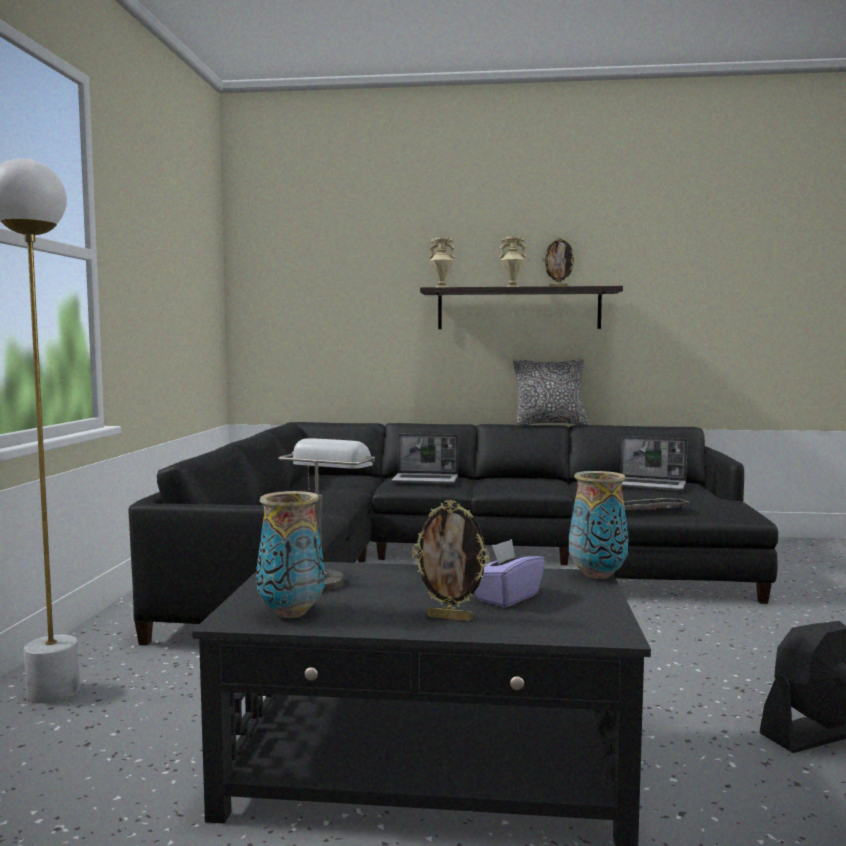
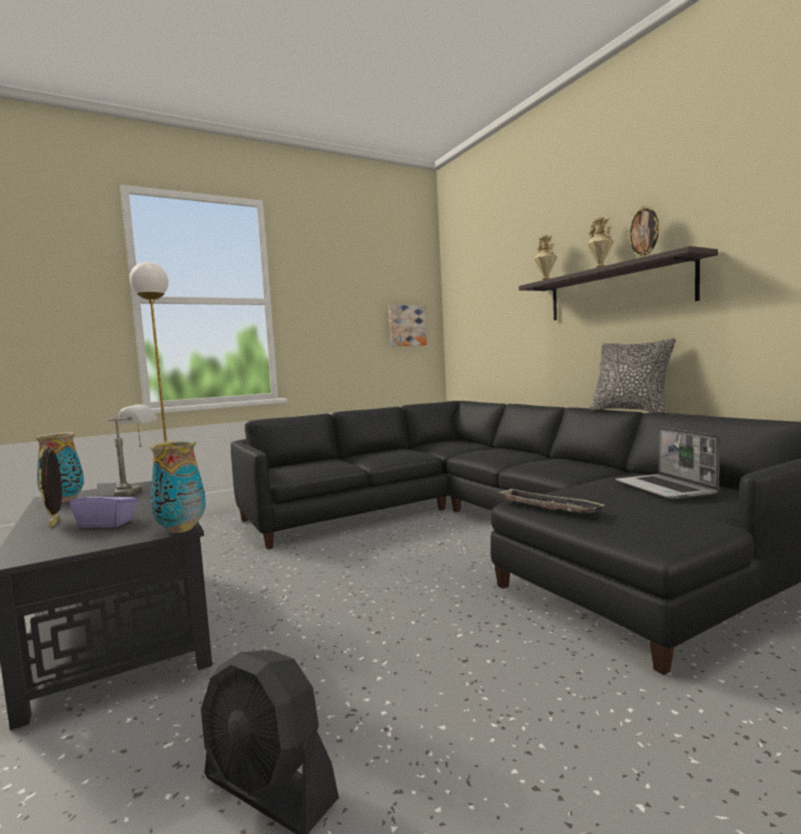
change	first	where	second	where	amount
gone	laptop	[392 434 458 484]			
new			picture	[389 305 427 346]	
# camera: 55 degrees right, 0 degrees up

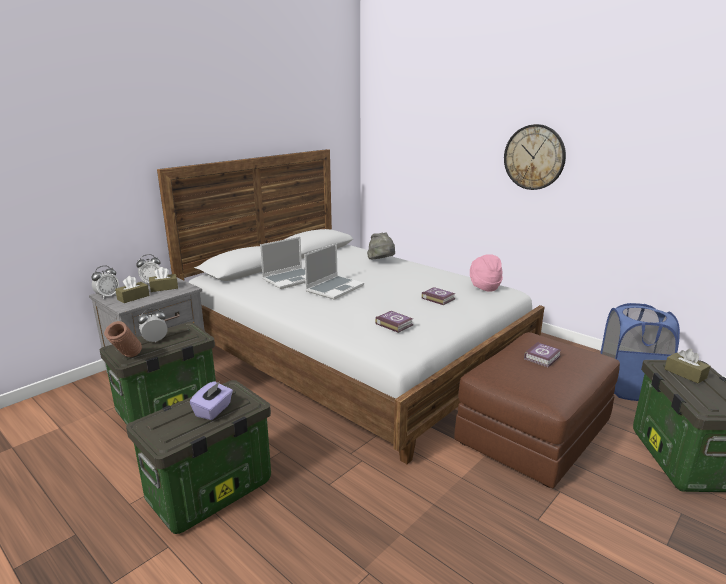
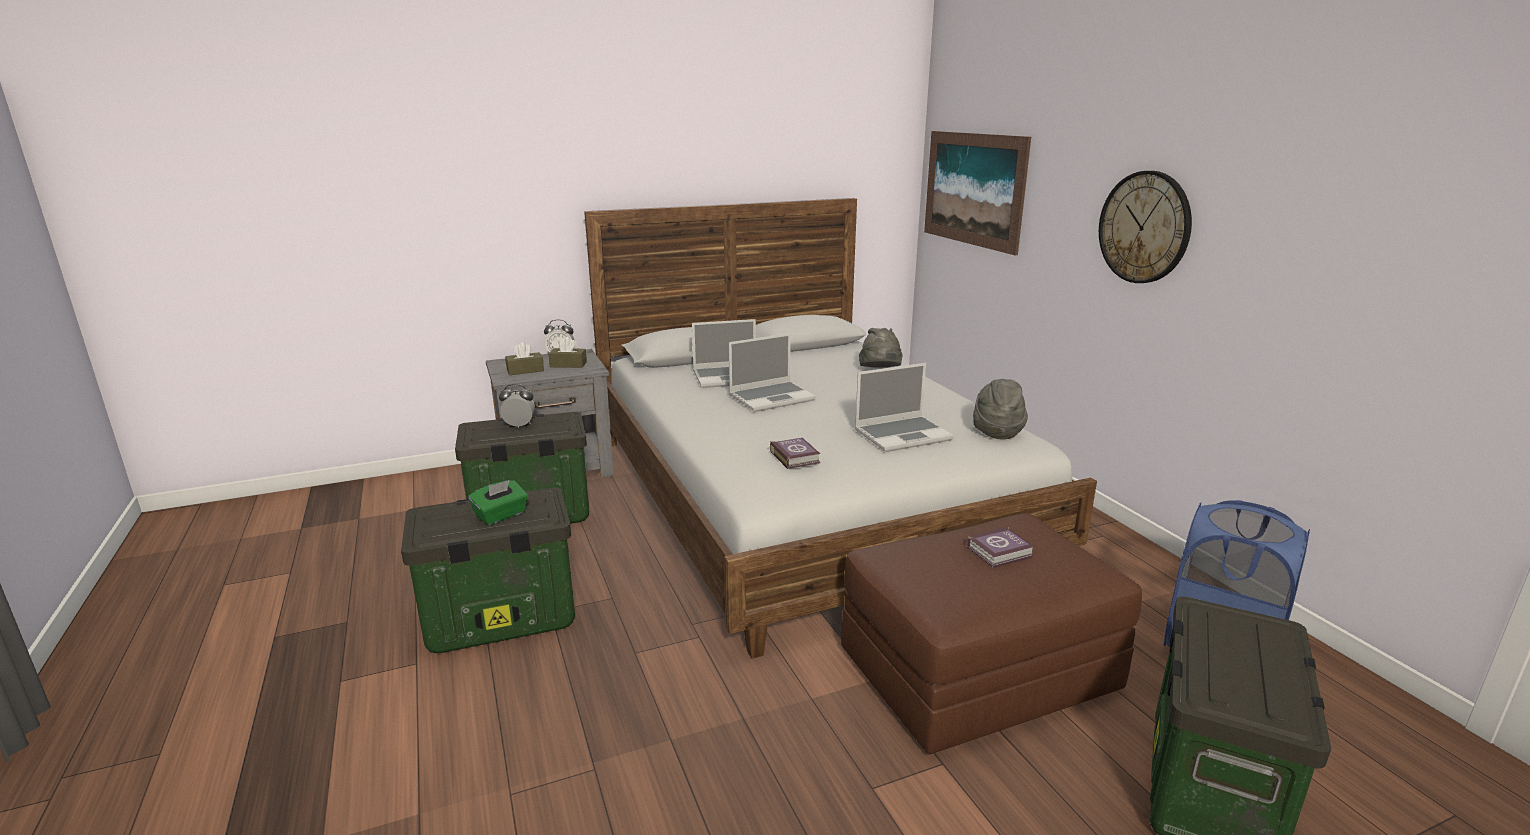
change	first	where	second	where	amount
repainted	pink hat	[470 254 503 292]	grey hat	[973 379 1028 439]	
gone	alarm clock	[92 266 119 299]			
swapped	book	[421 287 456 305]	laptop	[855 363 954 452]	
gone	brown vase	[104 321 142 357]			
gone	brown tissue box	[665 349 710 383]			
repainted	purple tissue box	[190 381 233 420]	green tissue box	[468 480 528 525]	
new			picture	[924 131 1031 255]	
# camera: 25 degrees right, 0 degrees up

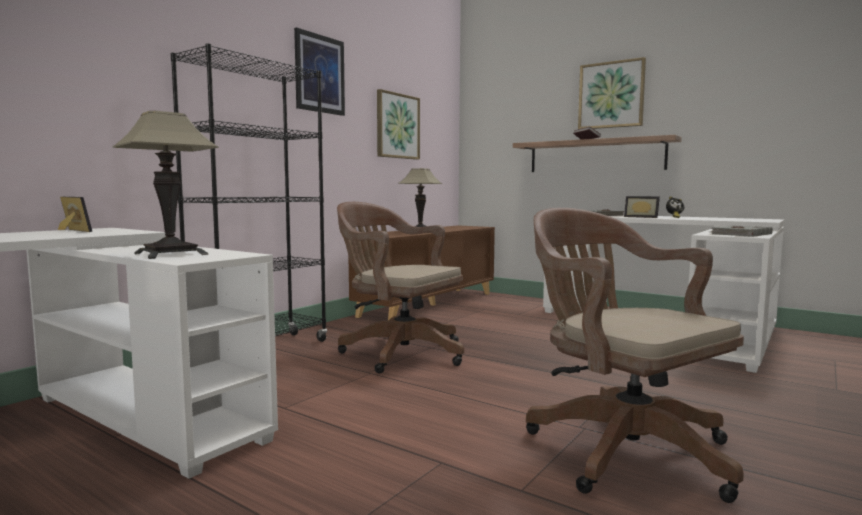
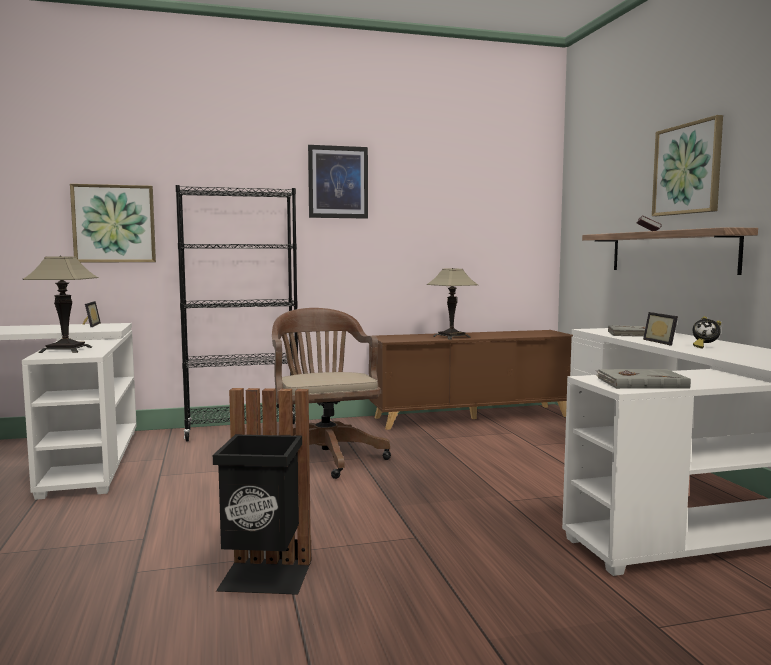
change	first	where	second	where	amount
shifted	picture	[377 89 420 160]		[70 184 156 262]	
swapped	brown office chair	[526 208 744 503]	black trash can	[213 388 311 595]	
# camera: 40 degrees right, 0 degrees up

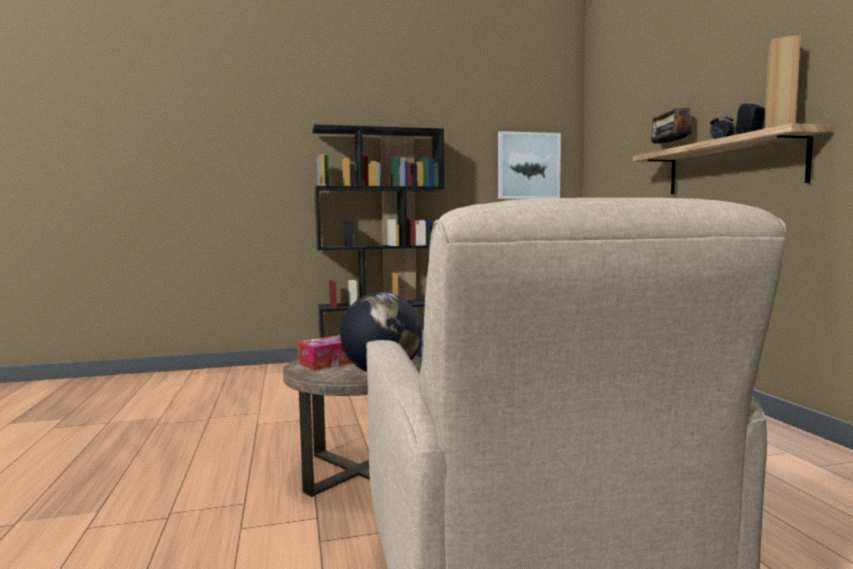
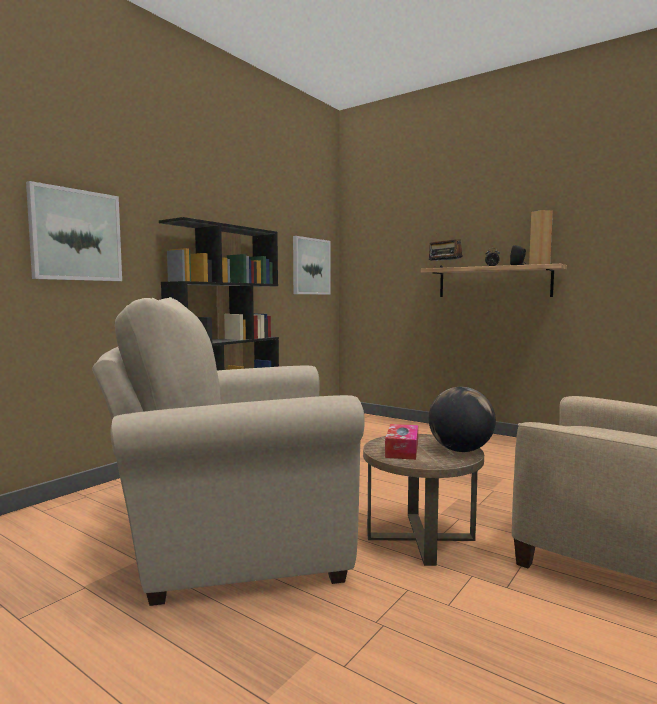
change	first	where	second	where	amount
new			picture	[26 181 122 281]	
new			beige armchair	[92 297 365 606]	
# camera: 40 degrees left, 0 degrees up

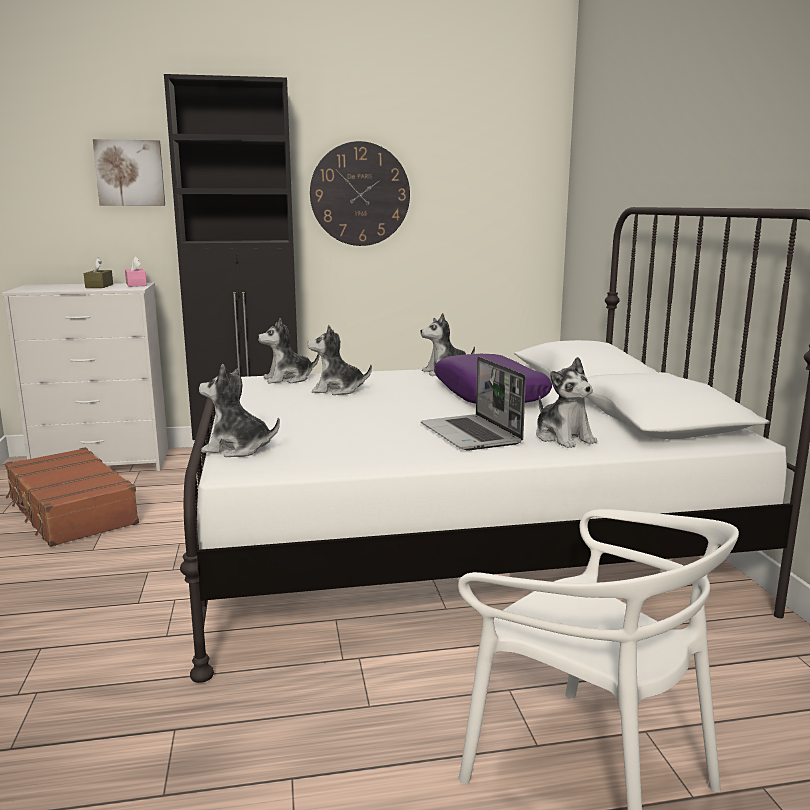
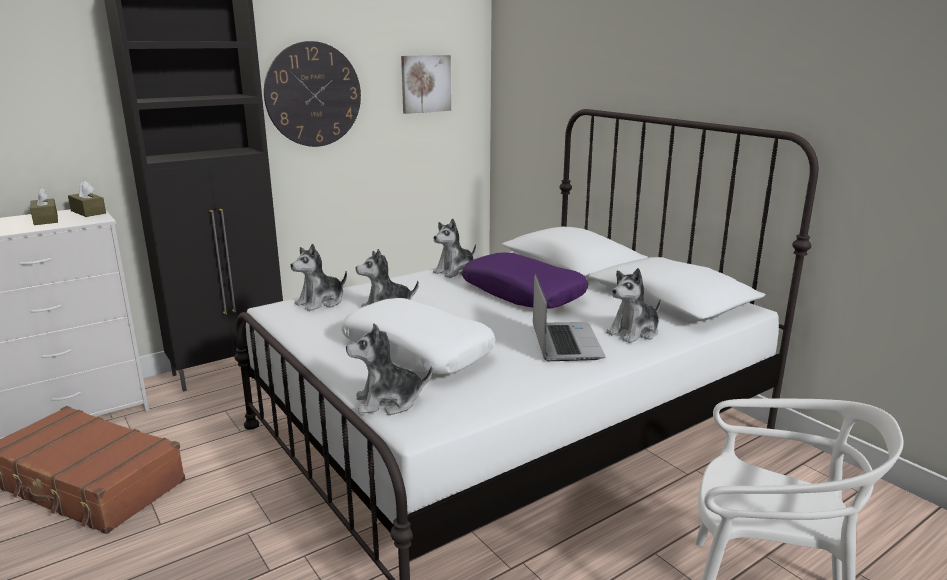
change	first	where	second	where	amount
shifted	picture	[93 139 165 206]		[401 55 451 114]	
repainted	pink tissue box	[125 256 147 287]	brown tissue box	[68 181 106 217]	
rotated	laptop	[421 357 526 450]		[533 273 606 361]	135 degrees counterclockwise
rotated	plush toy	[536 357 597 448]		[606 268 661 343]	105 degrees clockwise
new			white pillow	[341 298 496 375]	
# camera: 25 degrees left, 5 degrees up

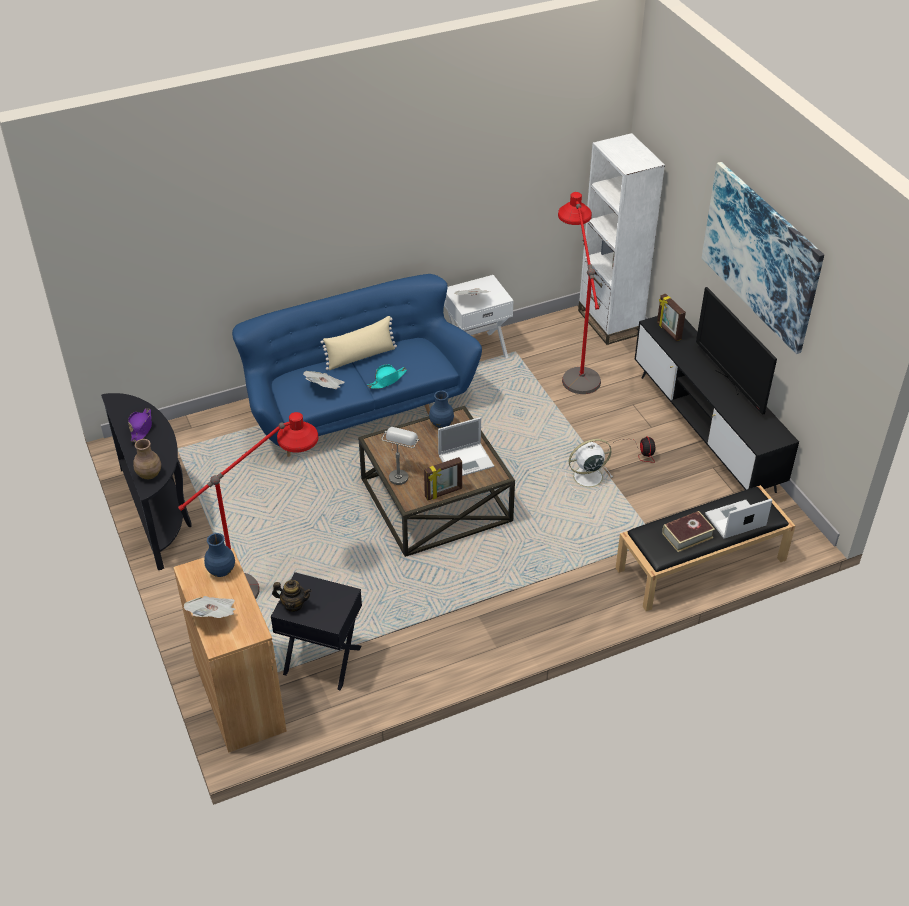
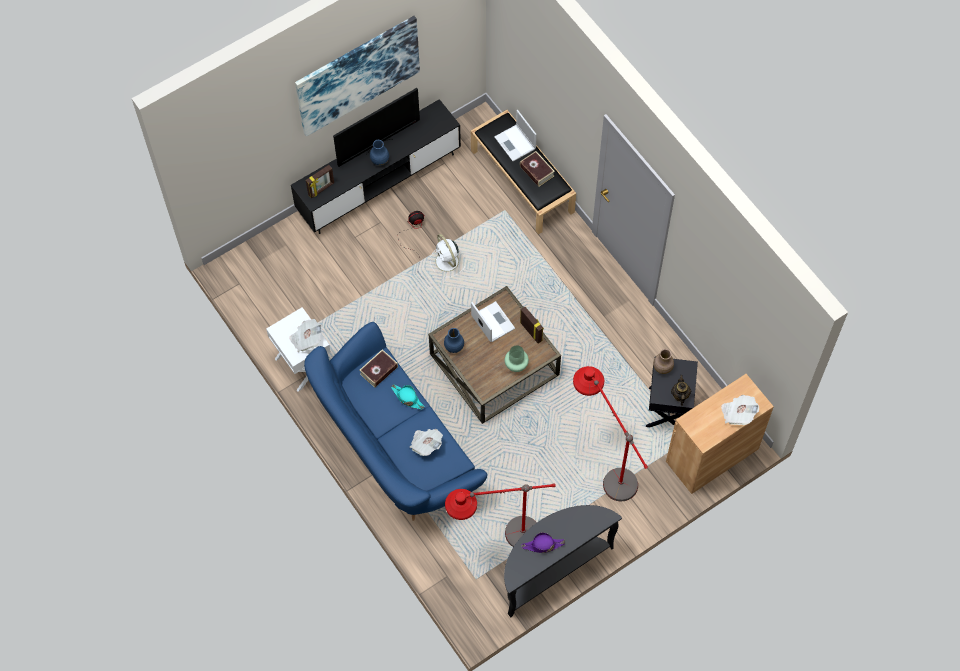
change	first	where	second	where	amount
gone	white bookcase	[578 133 665 345]			
shifted	red floor lamp	[558 192 601 394]		[445 483 556 547]	
gone	beige pillow	[320 316 397 370]			
swapped	grey table lamp	[381 427 419 485]	green vase	[505 345 529 372]	
shifted	brown vase	[133 439 161 479]		[653 349 674 374]	
shifted	blue vase	[204 533 235 577]		[370 140 389 165]	
new			book	[360 349 398 388]	
# camera: 100 degrees left, 20 degrees up

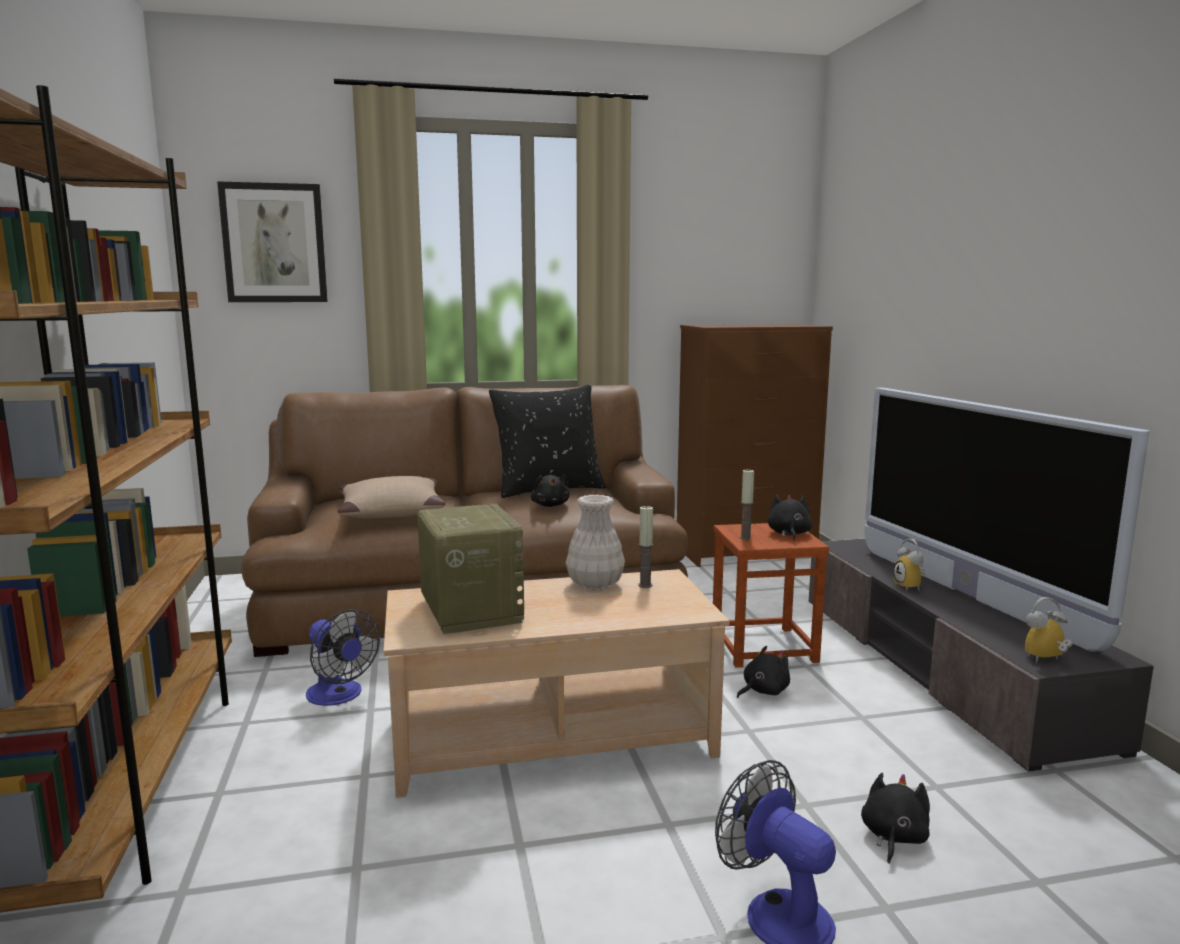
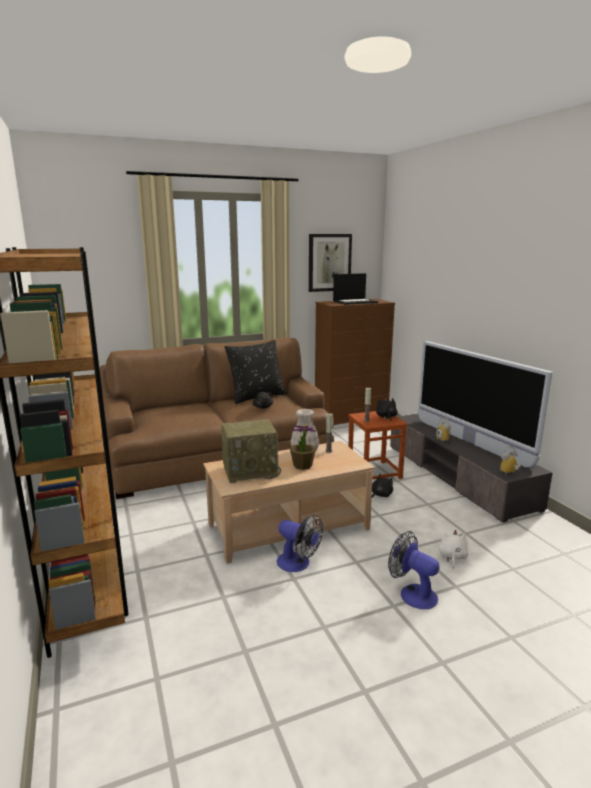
change	first	where	second	where	amount
shifted	picture	[217 181 328 302]		[309 234 352 292]	
gone	beige pillow	[338 476 446 518]			
rotated	radio	[417 504 524 634]		[221 419 281 483]	105 degrees clockwise
shifted	fan	[306 609 380 706]		[277 515 323 572]	
repainted	black plush toy	[861 773 930 864]	white plush toy	[439 530 468 569]	
new			laptop	[333 273 378 305]	
new			potted plant	[290 425 316 470]	
# camera: 10 degrees left, 5 degrees up

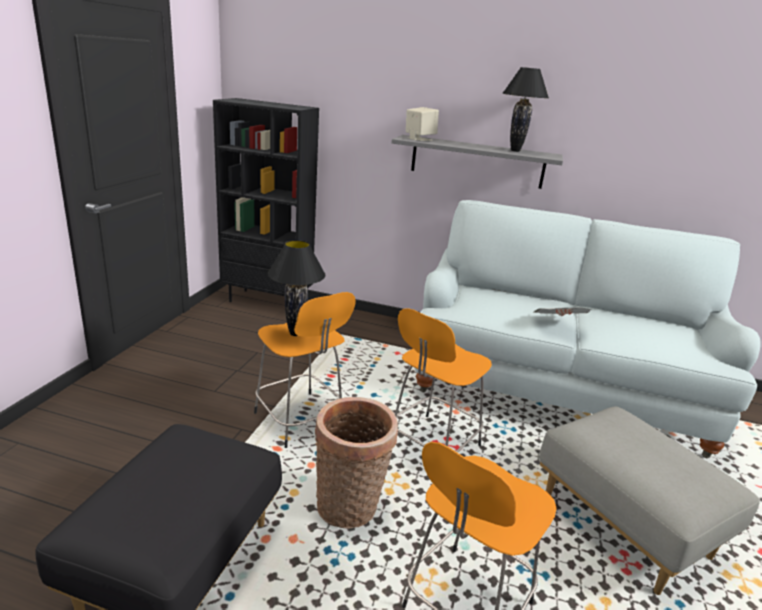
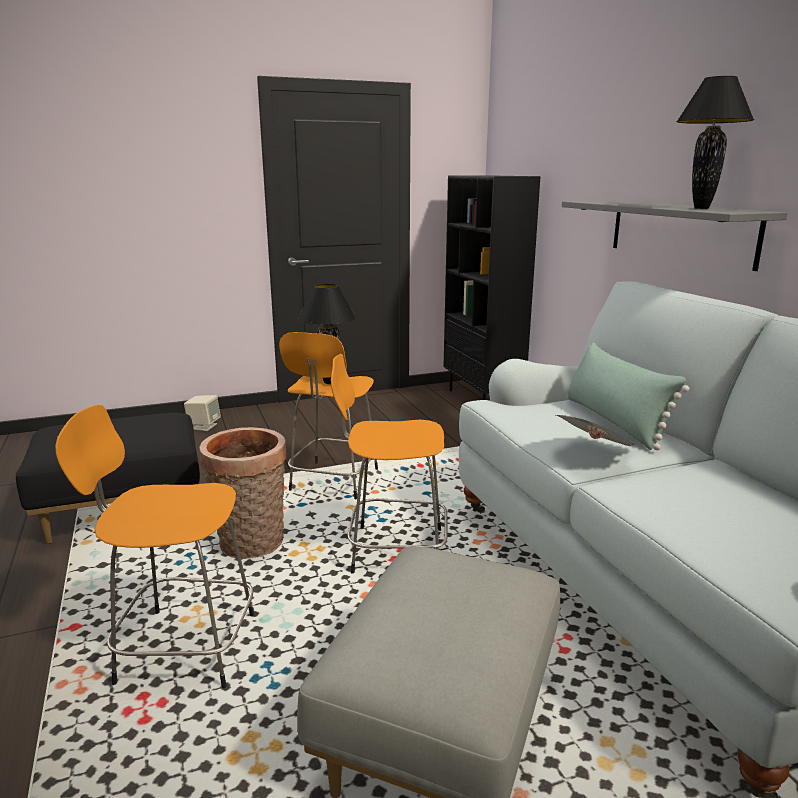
change	first	where	second	where	amount
shifted	beige speaker	[406 107 439 141]		[184 395 221 431]	
new			green pillow	[567 342 689 450]	
# camera: 55 degrees right, 5 degrees down

